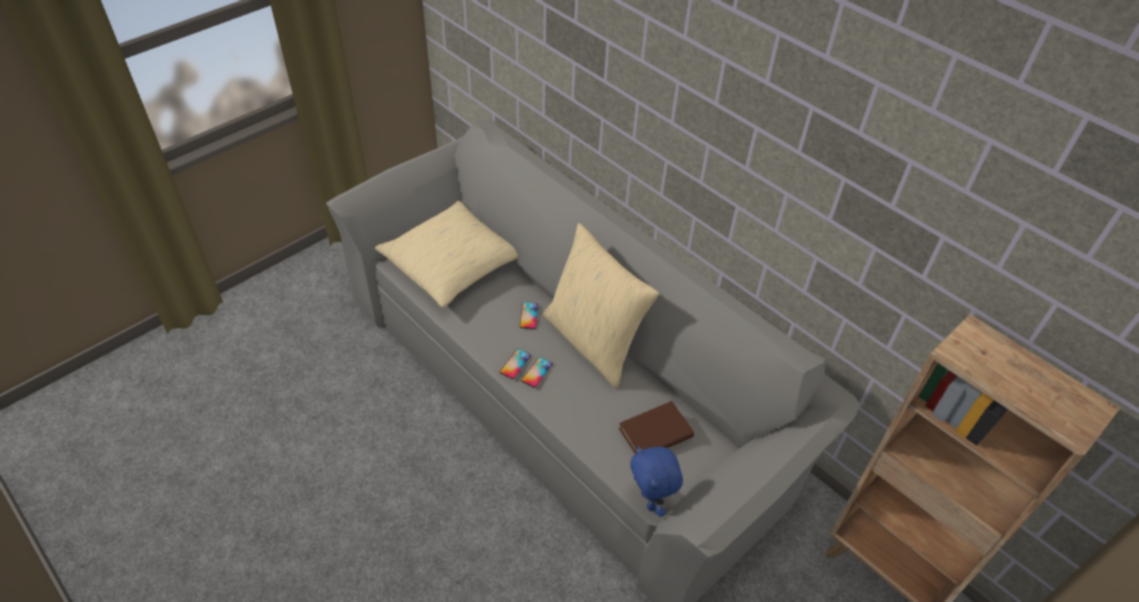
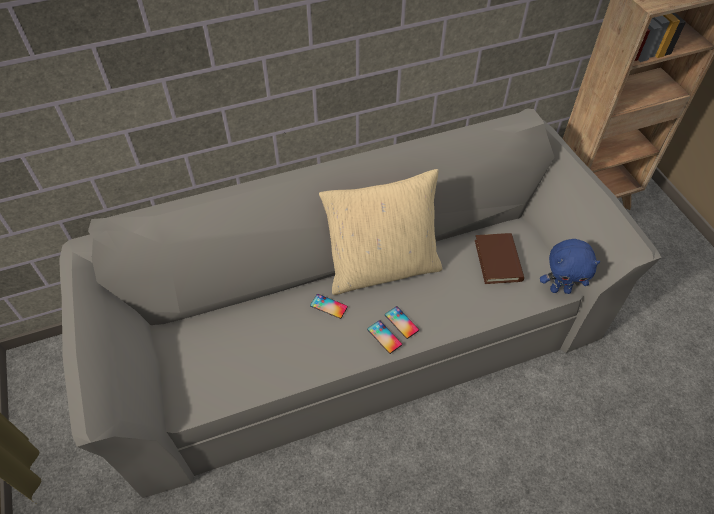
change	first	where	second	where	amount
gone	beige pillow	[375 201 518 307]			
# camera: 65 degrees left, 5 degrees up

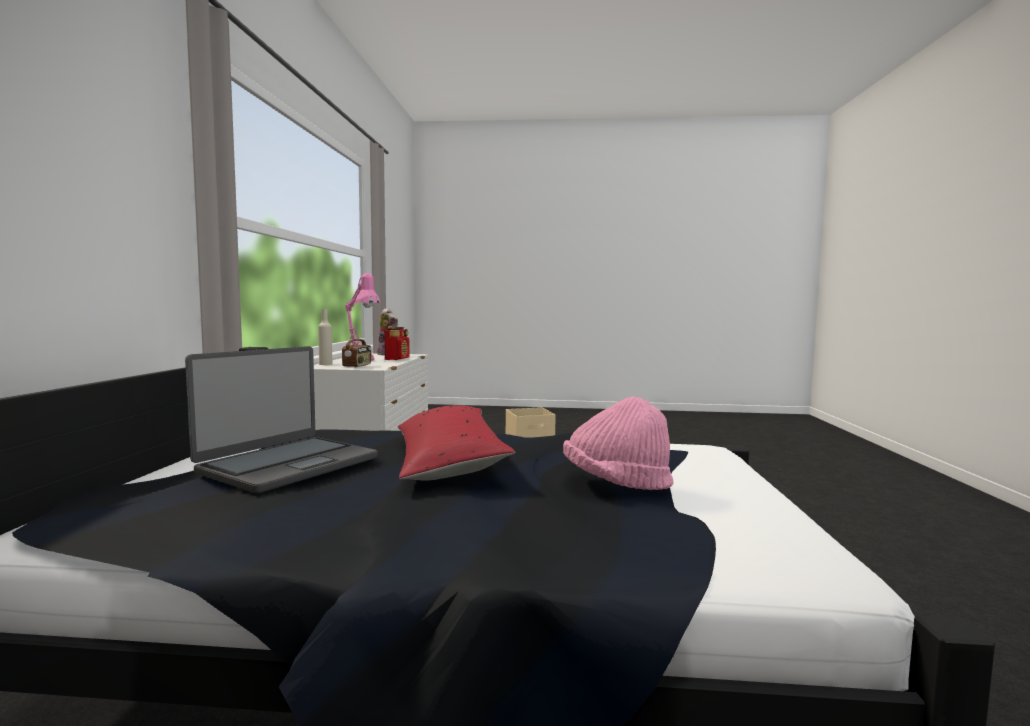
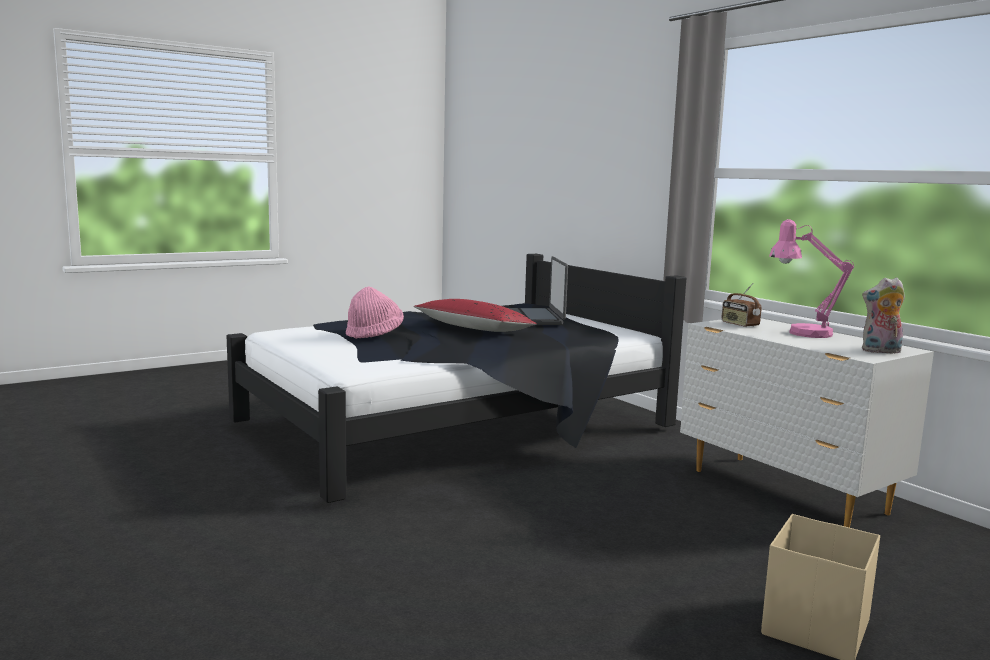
change	first	where	second	where	amount
gone	beige bottle	[318 309 333 365]			
gone	radio	[384 326 410 360]			
# camera: 140 degrees right, 5 degrees up

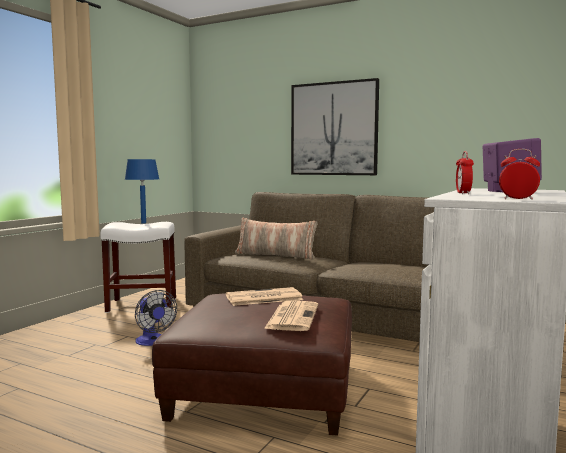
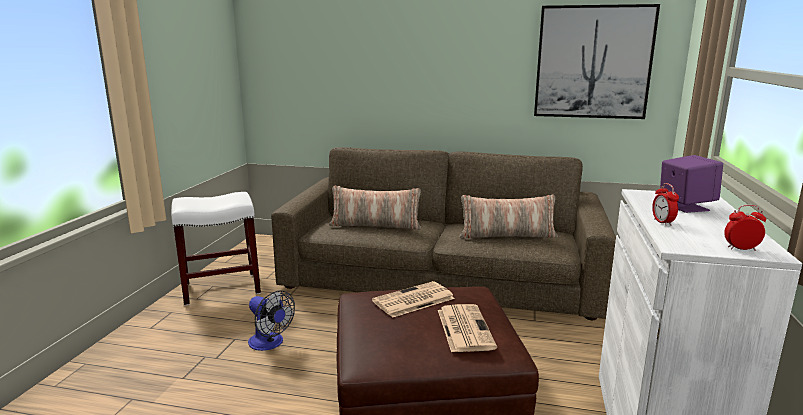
change	first	where	second	where	amount
shifted	picture	[291 78 379 175]		[534 4 660 119]	
gone	blue table lamp	[125 159 159 223]			
new			pillow	[460 195 558 239]	
# camera: 15 degrees left, 10 degrees up

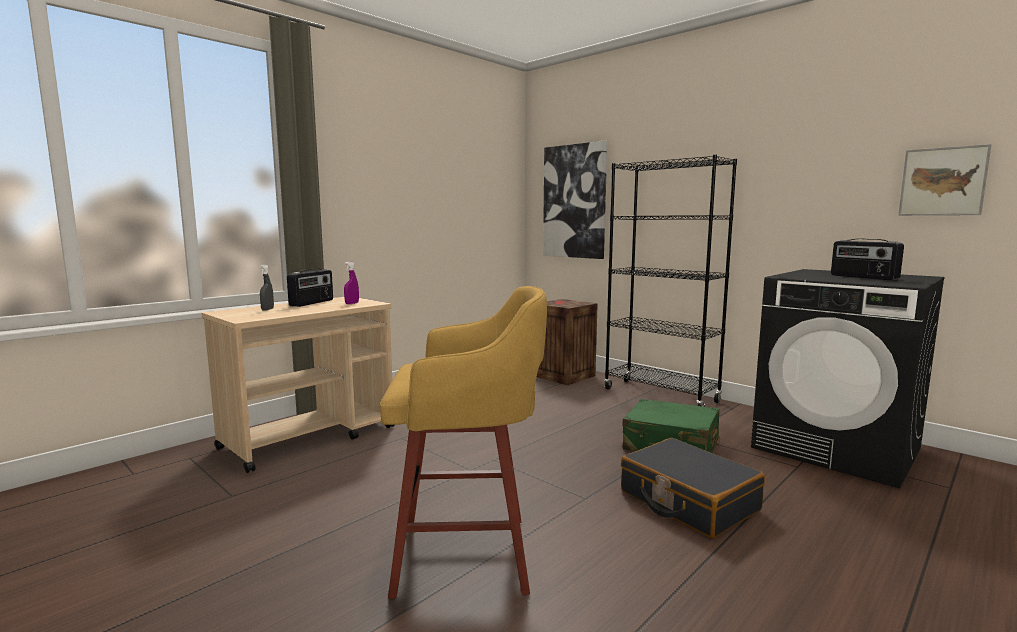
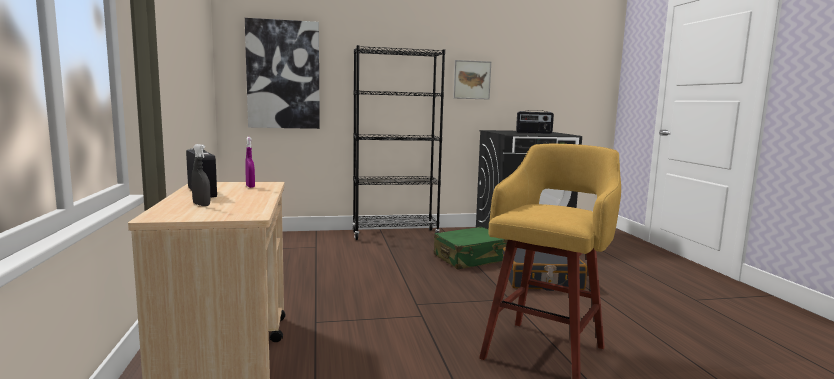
change	first	where	second	where	amount
shifted	picture	[898 144 991 216]		[453 60 491 100]	
gone	crate	[537 299 598 385]			
# camera: 55 degrees left, 0 degrees up

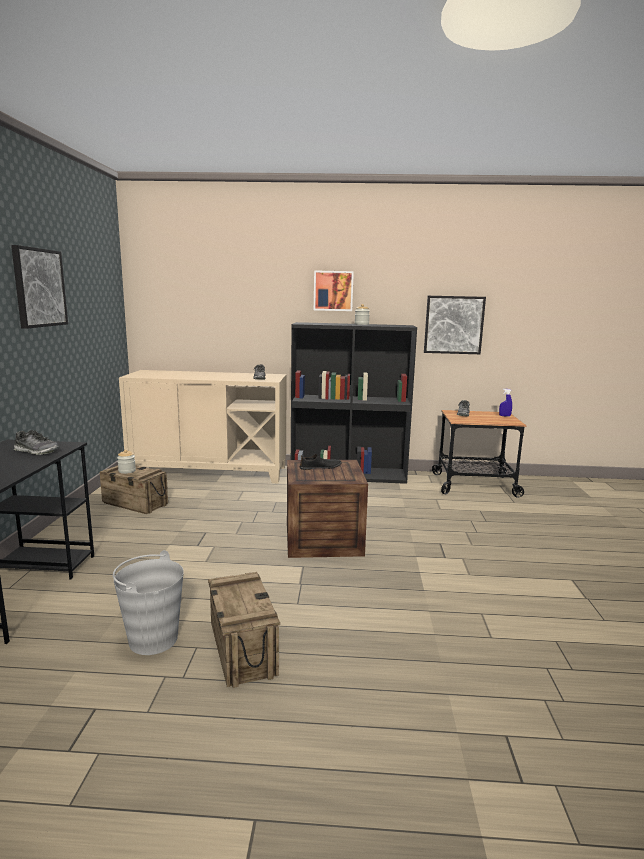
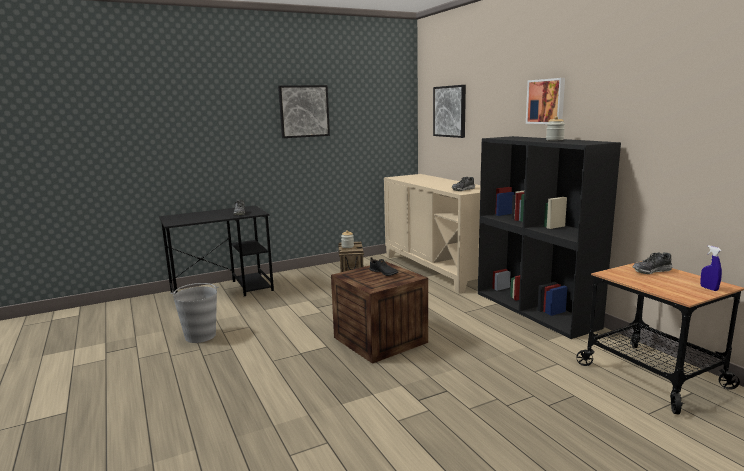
change	first	where	second	where	amount
shifted	picture	[424 296 486 354]		[433 85 466 138]	
gone	crate	[208 572 280 688]			
# camera: 60 degrees right, 0 degrees up

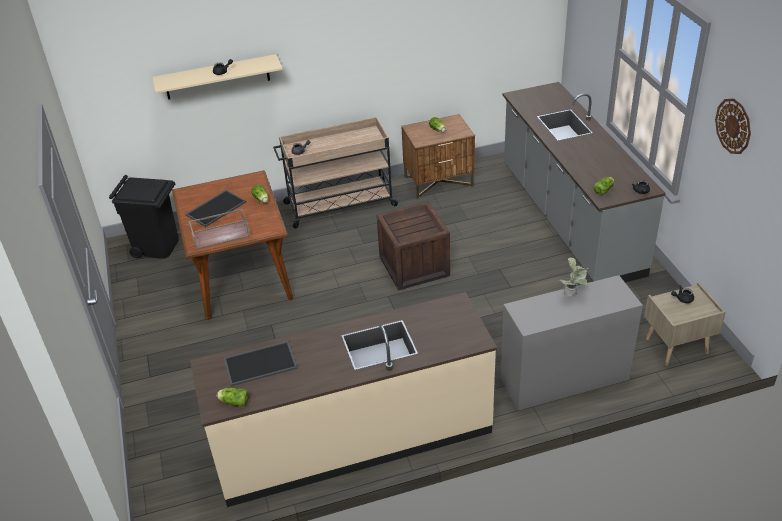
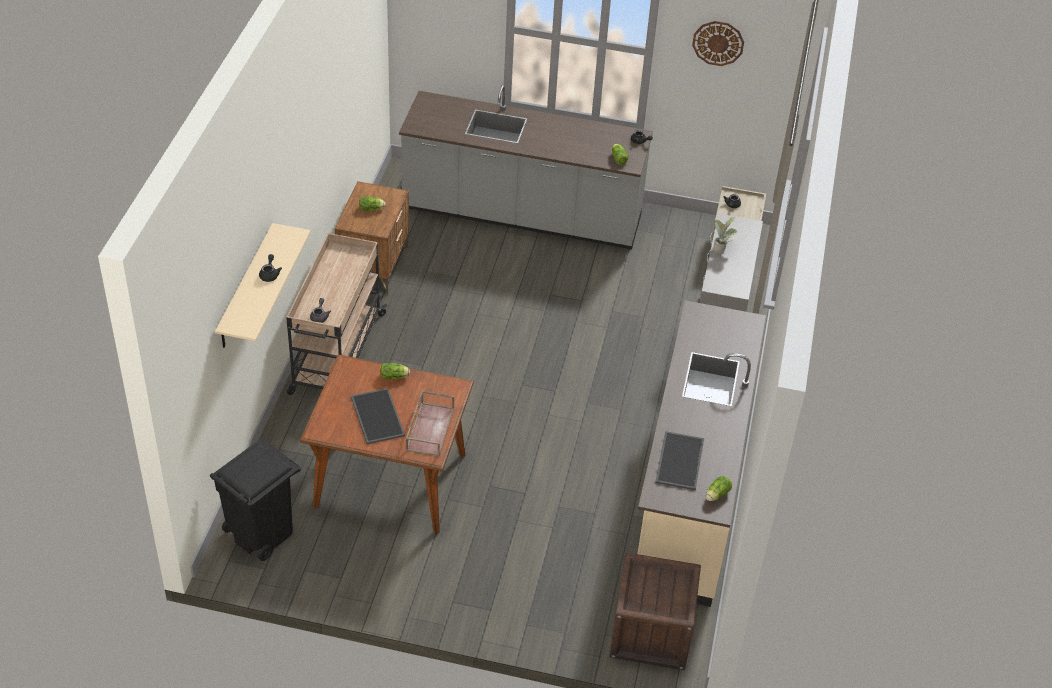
change	first	where	second	where	amount
shifted	crate	[377 201 450 290]		[609 553 701 670]	
# camera: 65 degrees left, 5 degrees up

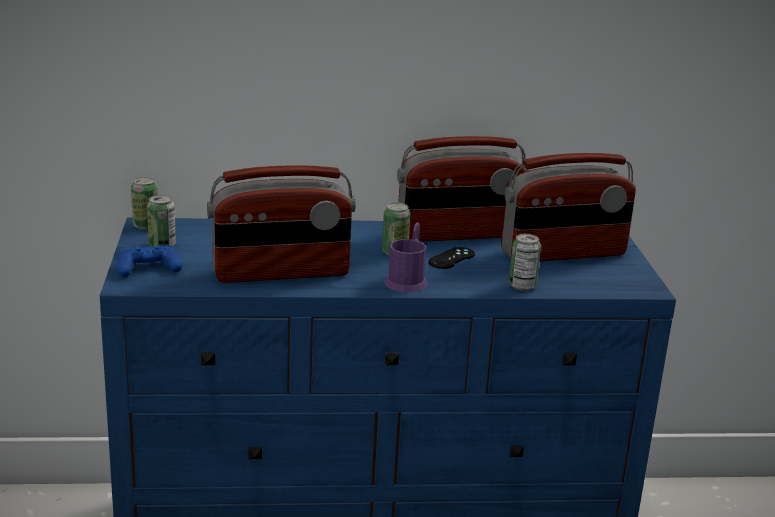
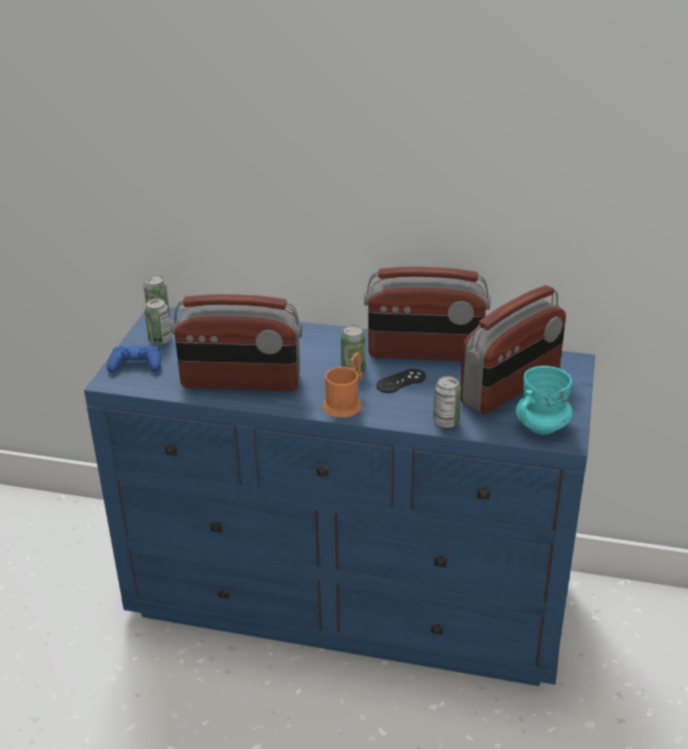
change	first	where	second	where	amount
rotated	radio	[501 153 636 262]		[460 285 566 414]	45 degrees counterclockwise
repainted	purple mug	[384 223 428 292]	orange mug	[322 353 363 417]	
new			turquoise mug	[516 366 573 434]	
# camera: 20 degrees right, 10 degrees up

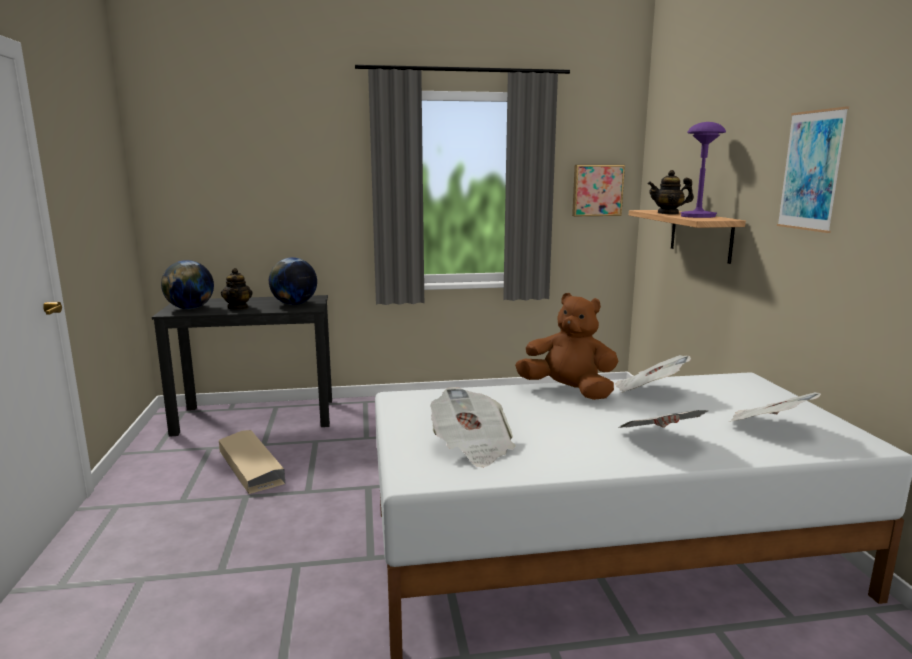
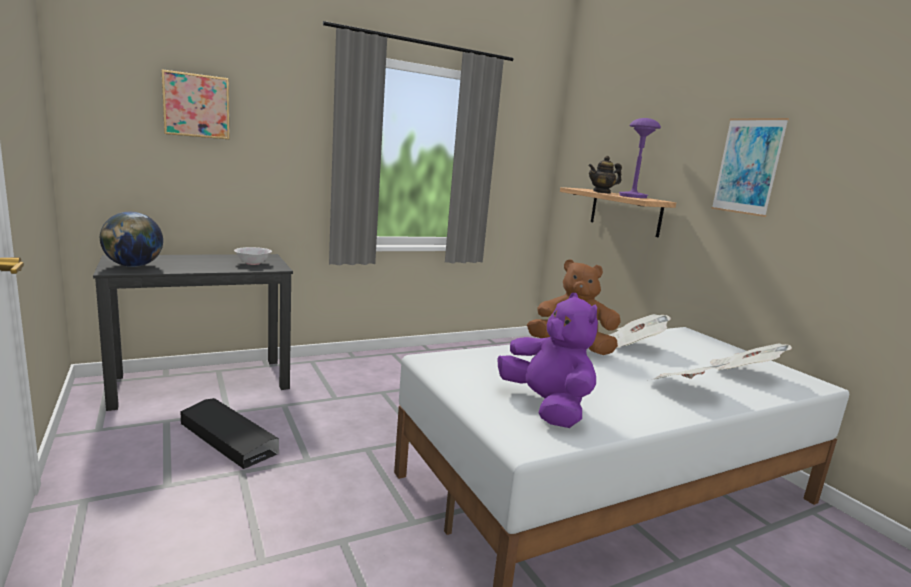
change	first	where	second	where	amount
shifted	picture	[572 165 625 216]		[161 69 230 140]	
swapped	globe	[269 257 317 305]	white bowl	[234 247 272 265]	
gone	teapot	[221 268 252 310]			
swapped	newspaper	[430 387 516 468]	purple plush toy	[497 293 598 428]	
repainted	beige storage box	[219 430 285 494]	black storage box	[180 398 279 469]	
# camera: 20 degrees left, 0 degrees up

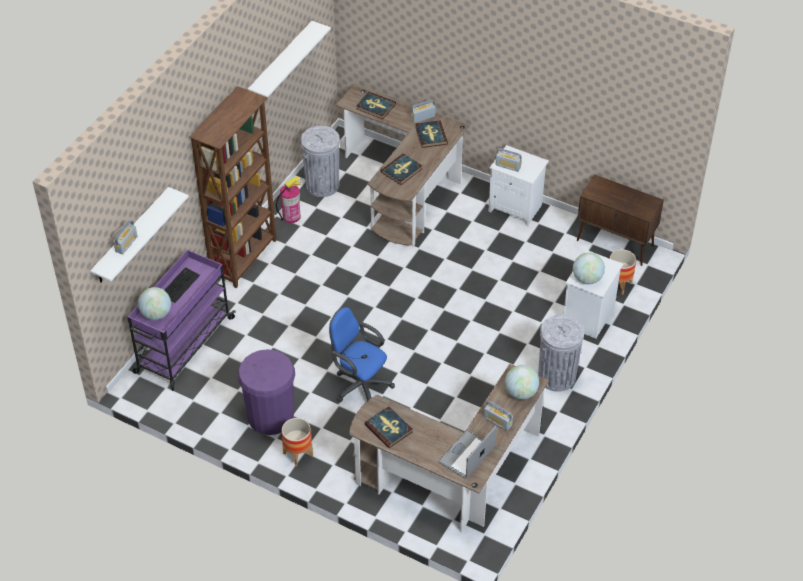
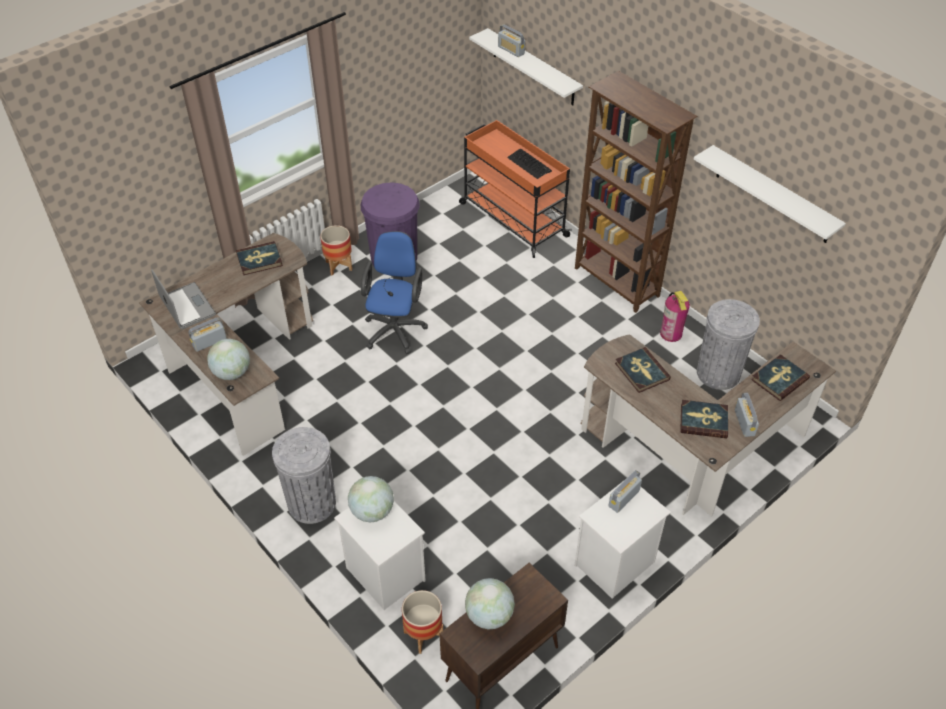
change	first	where	second	where	amount
repainted	purple cart	[127 250 236 391]	orange cart	[459 120 572 258]	
shifted	globe	[138 287 171 320]		[465 578 515 630]	
rotated	blue office chair	[329 307 395 402]		[361 231 428 354]	45 degrees counterclockwise
# camera: 110 degrees right, 0 degrees up

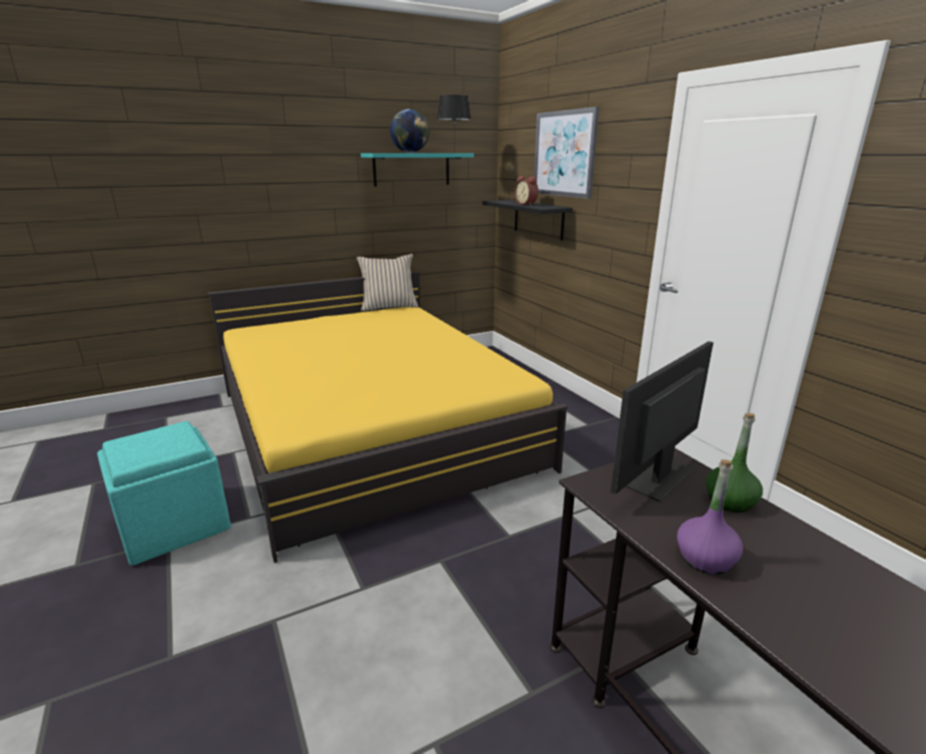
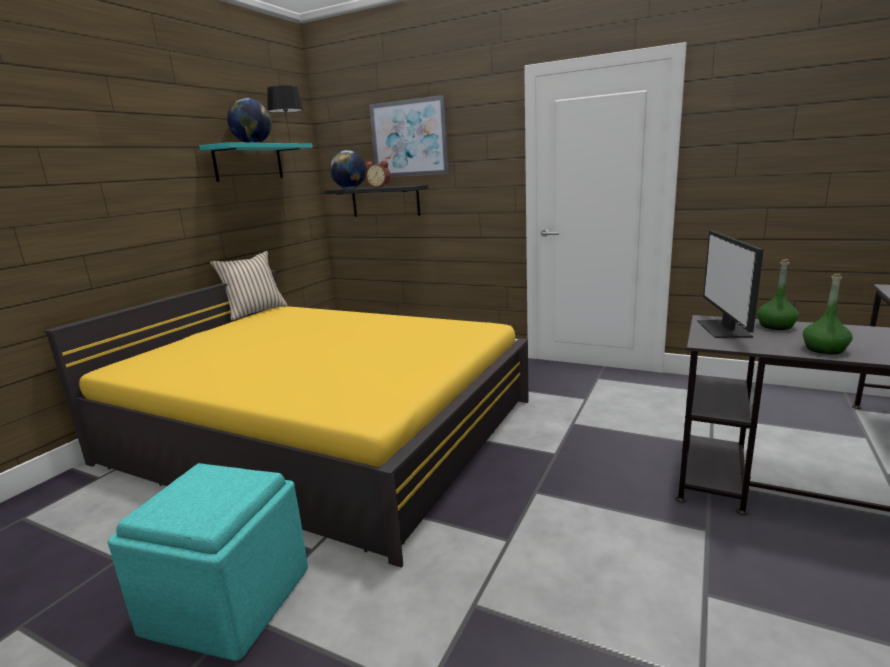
change	first	where	second	where	amount
repainted	purple bottle	[677 459 743 575]	green bottle	[803 274 853 354]	
new			globe	[330 150 366 188]	
# camera: 35 degrees left, 5 degrees down

